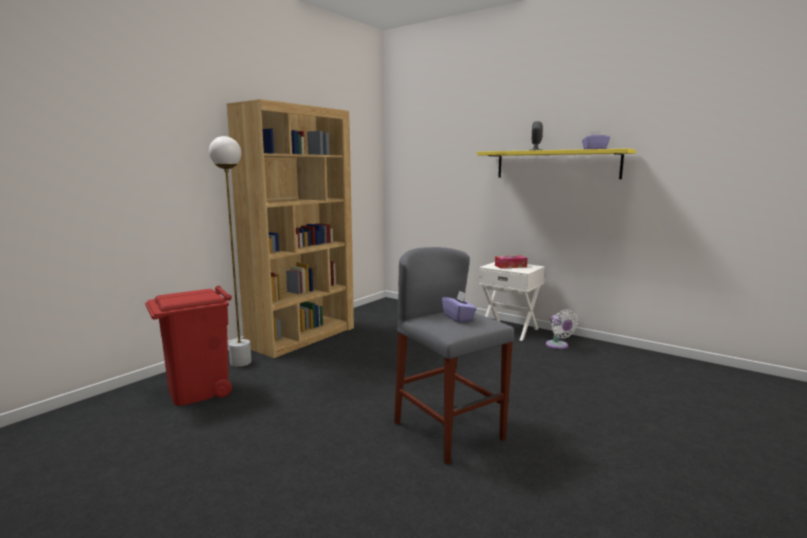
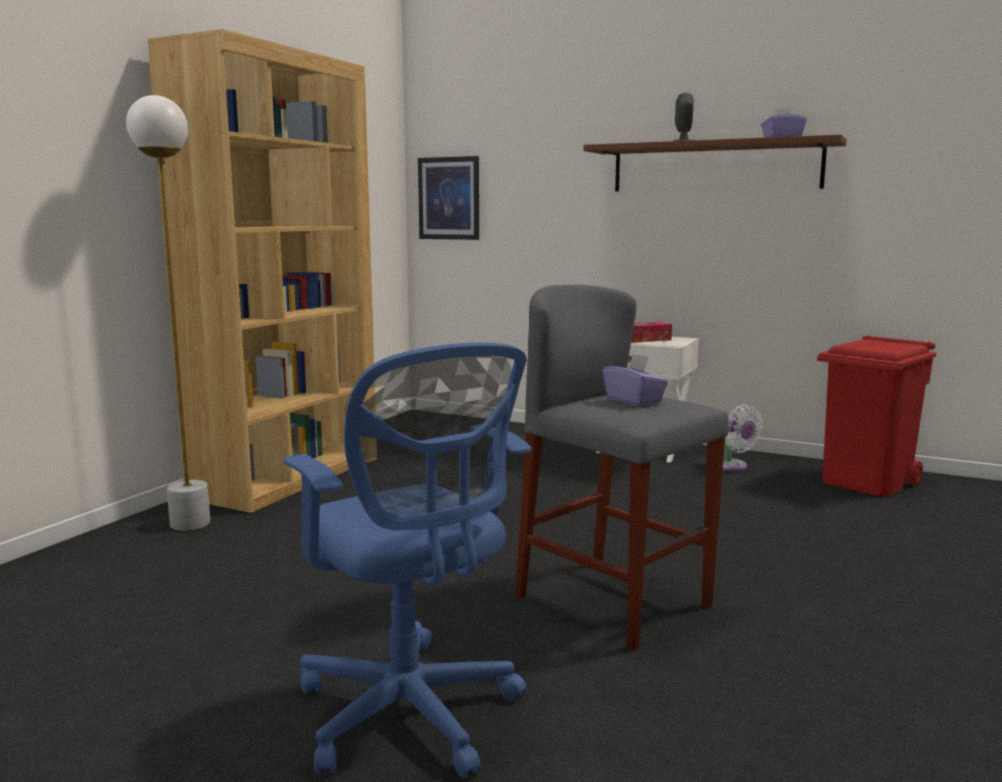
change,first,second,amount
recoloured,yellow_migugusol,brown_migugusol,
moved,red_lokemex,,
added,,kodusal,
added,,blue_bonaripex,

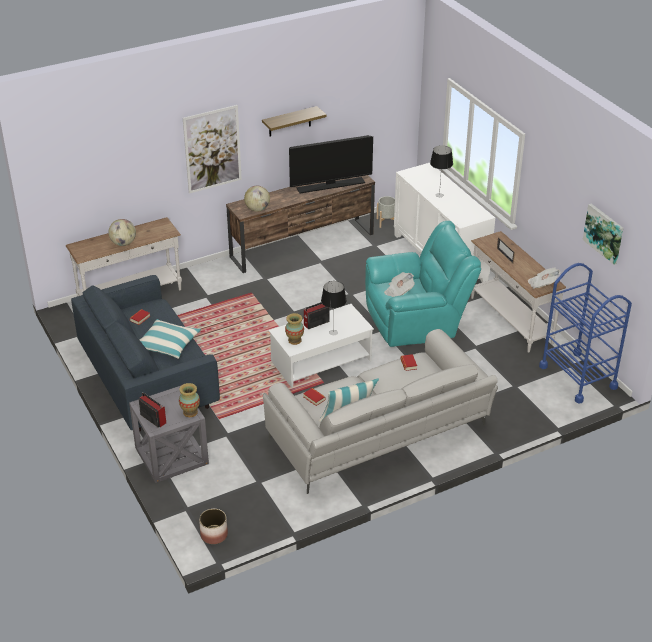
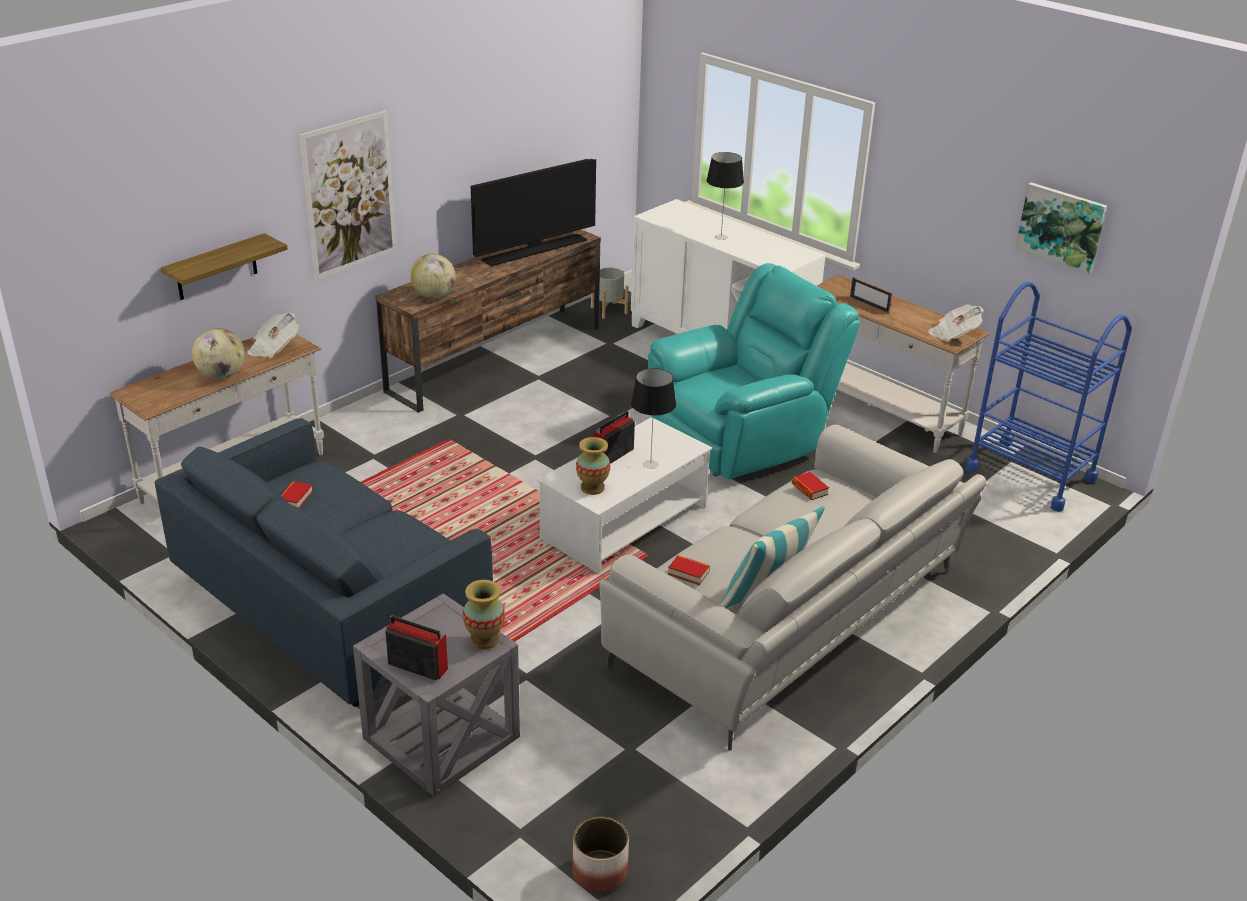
change,first,second,amount
moved,migugusol,,
moved,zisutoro (1st from left),,
removed,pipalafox (1st from left),,

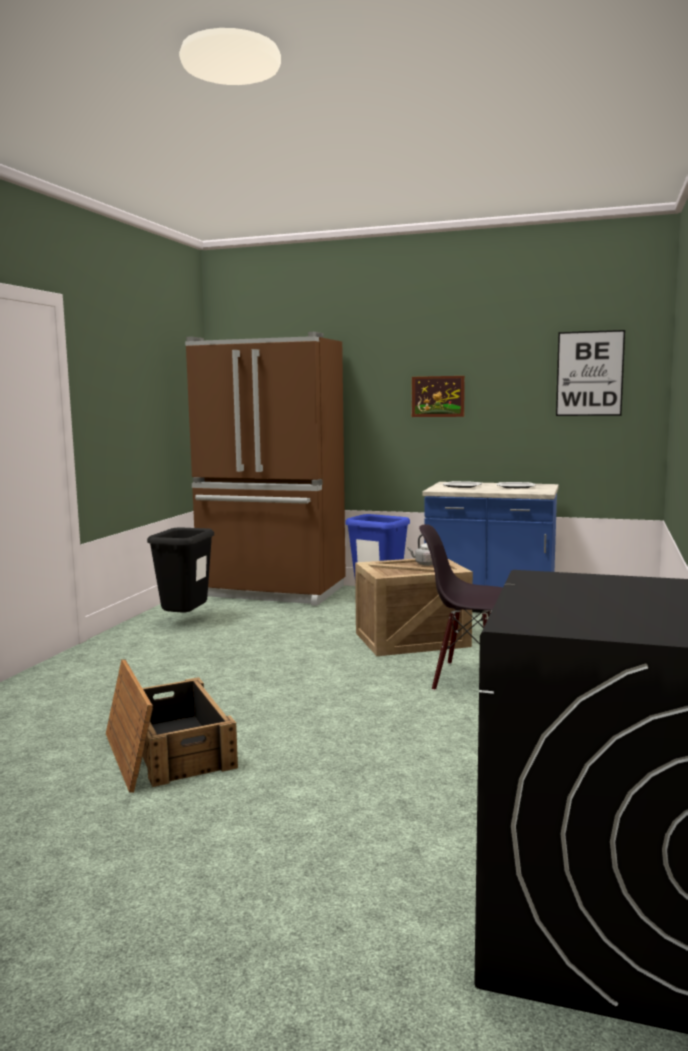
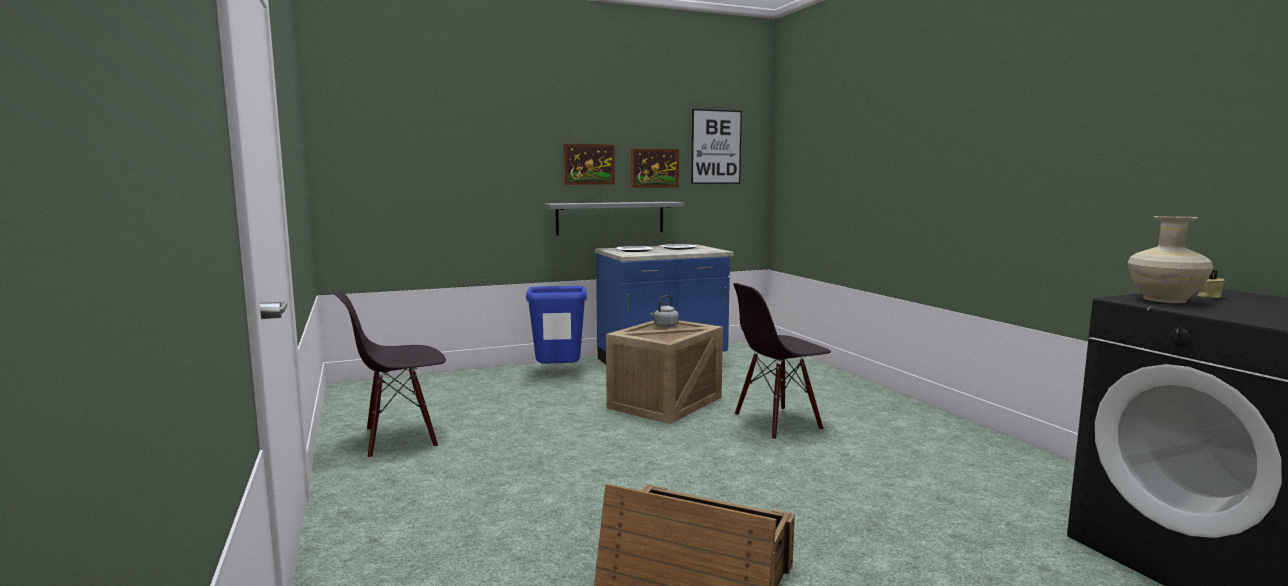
change,first,second,amount
removed,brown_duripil,,
replaced,black_lokemex,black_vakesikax (1st from left),
added,,kodusal (2nd from left),
added,,grey_migugusol,
added,,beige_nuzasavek,
added,,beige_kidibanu,

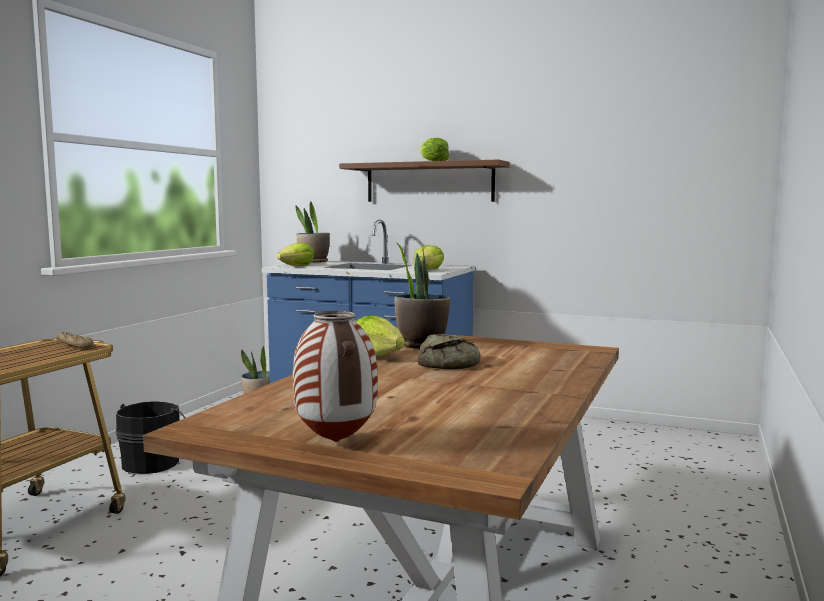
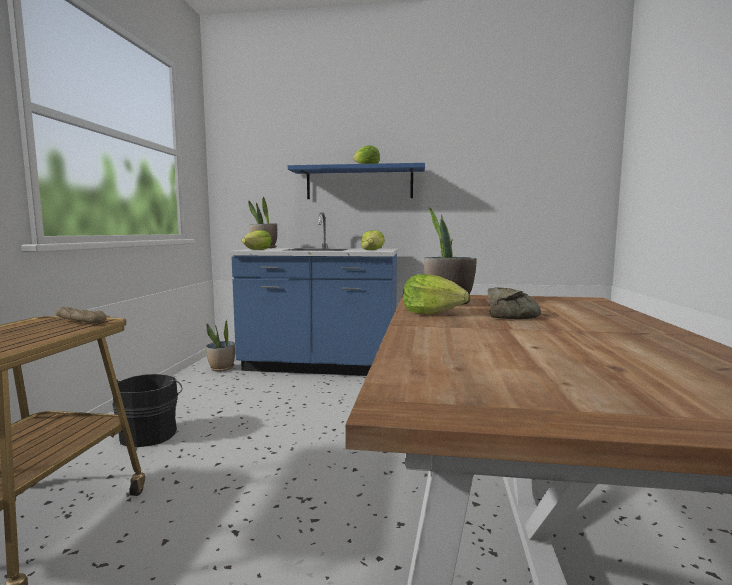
change,first,second,amount
recoloured,brown_migugusol,blue_migugusol,
removed,nuzasavek,,

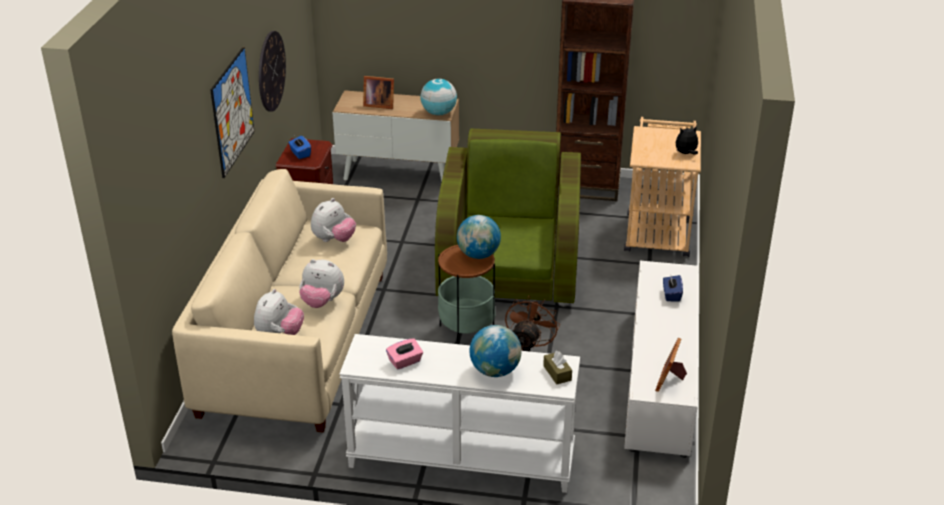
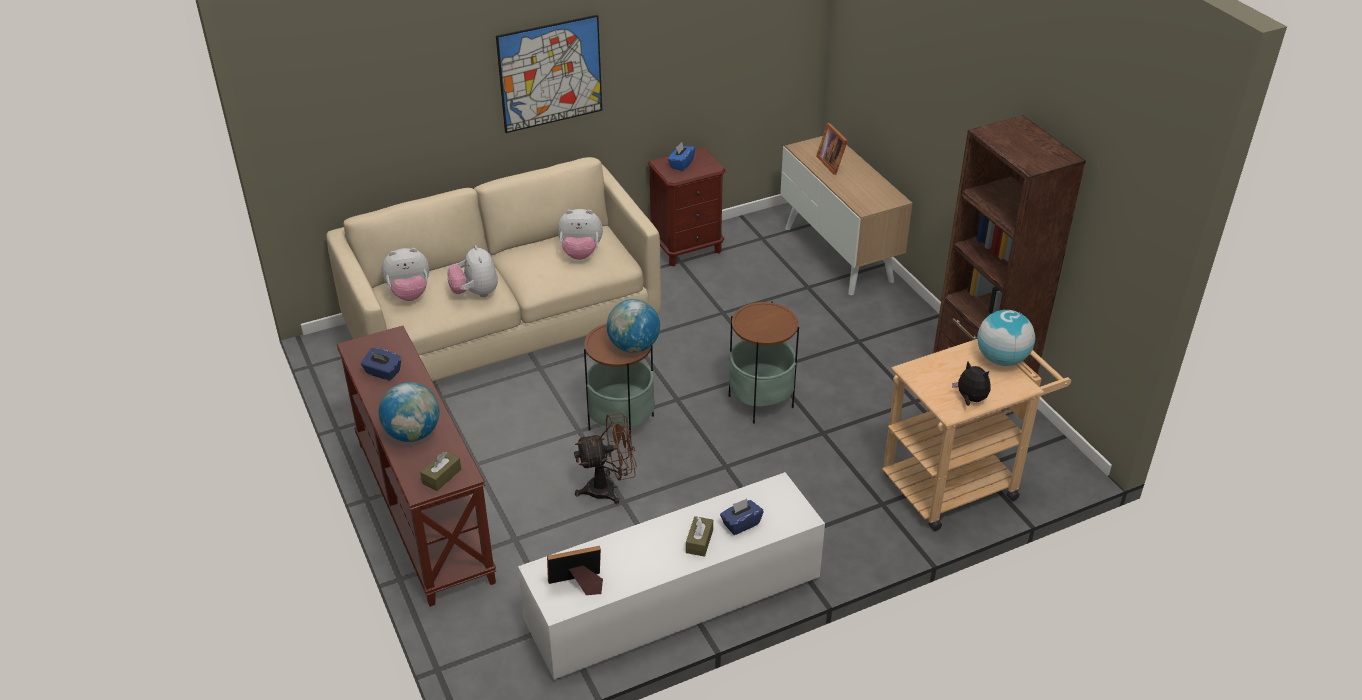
change,first,second,amount
removed,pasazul,,
moved,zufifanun (1st from left in the first image),zufifanun (3rd from left),
replaced,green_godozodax,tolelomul (2nd from left),
recoloured,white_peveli,brown_peveli,
recoloured,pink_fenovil,blue_fenovil (1st from left),
added,,brown_fenovil (2nd from left),

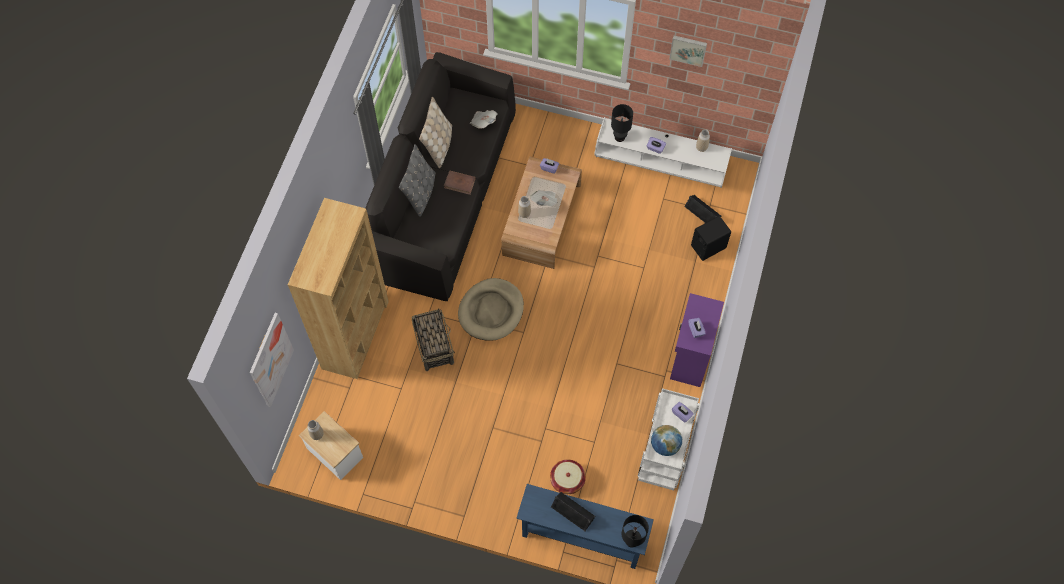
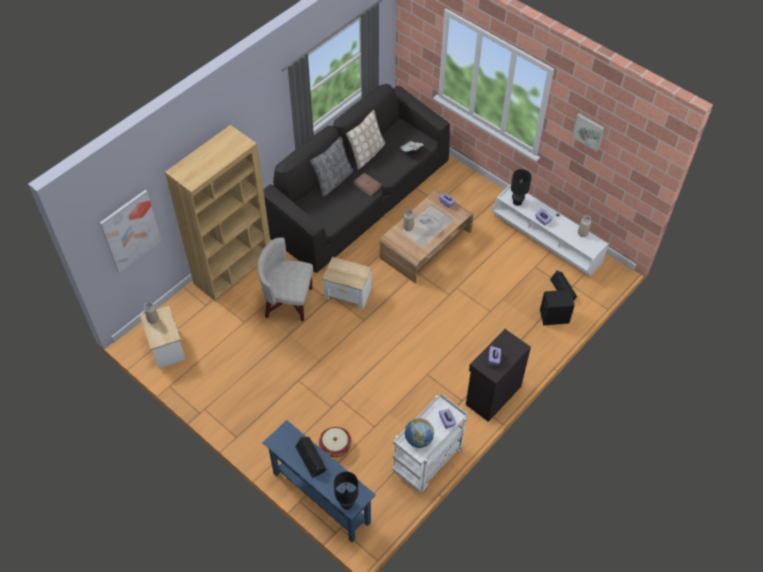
change,first,second,amount
replaced,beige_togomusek,tolelomul (2nd from left),
recoloured,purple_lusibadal,black_lusibadal,
replaced,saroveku (1st from left),white_godozodax,

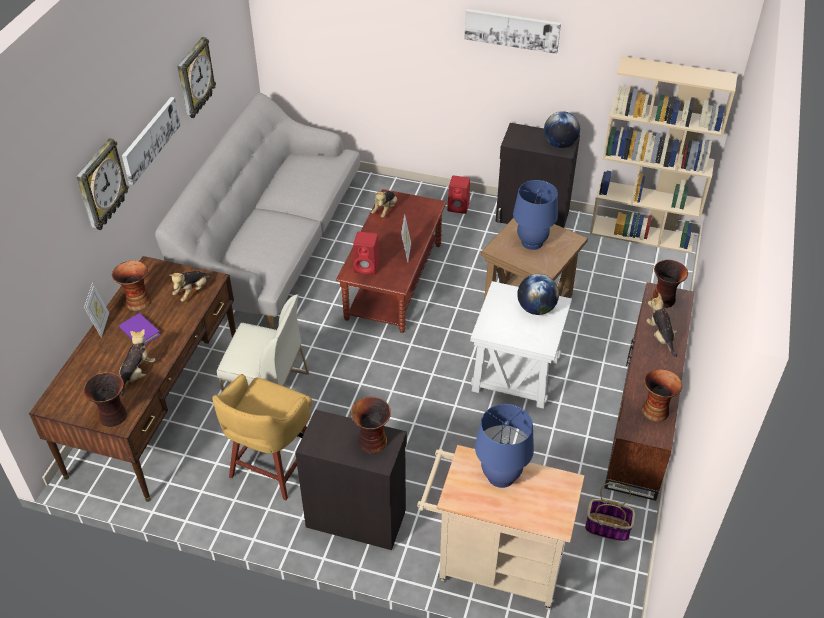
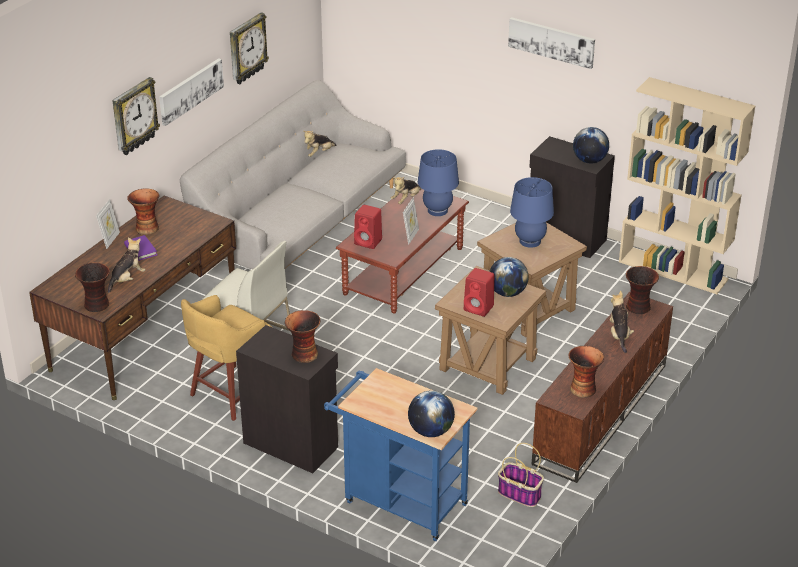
change,first,second,amount
moved,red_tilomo (2nd from left),,
moved,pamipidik (2nd from left),,
recoloured,white_tolelomul,brown_tolelomul (1st from left),
moved,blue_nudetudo (1st from left),,
recoloured,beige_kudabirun,blue_kudabirun,
added,,zufifanun (1st from left),

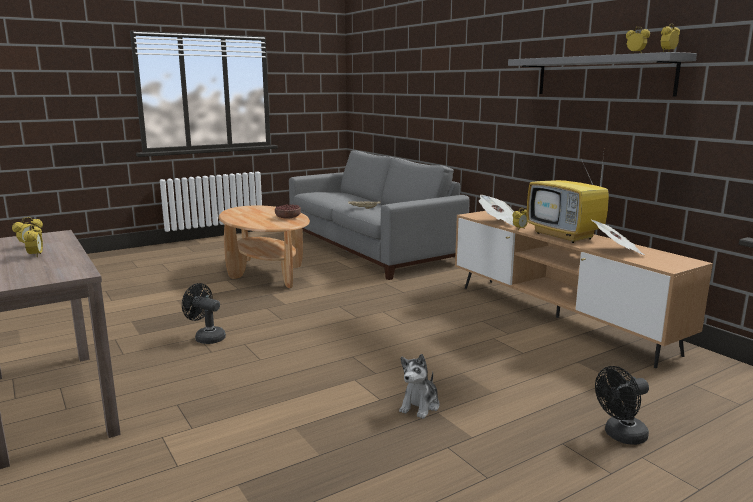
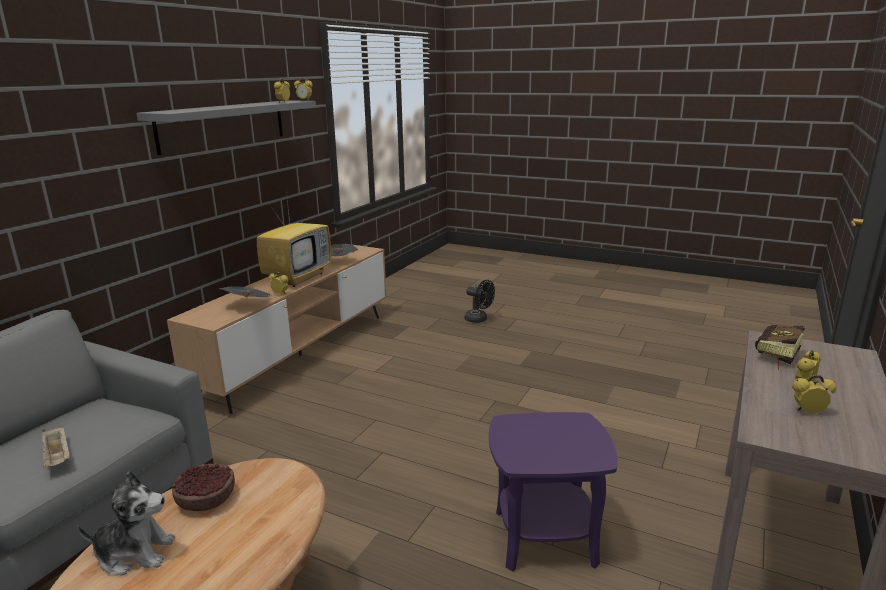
change,first,second,amount
replaced,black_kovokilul (1st from left),purple_tolelomul,
moved,pamipidik,,
added,,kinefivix,

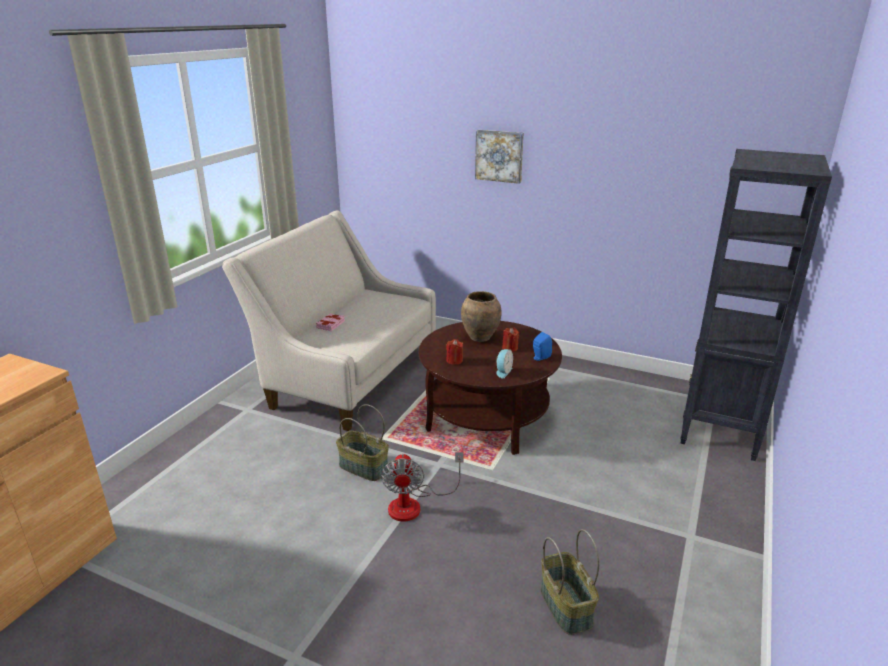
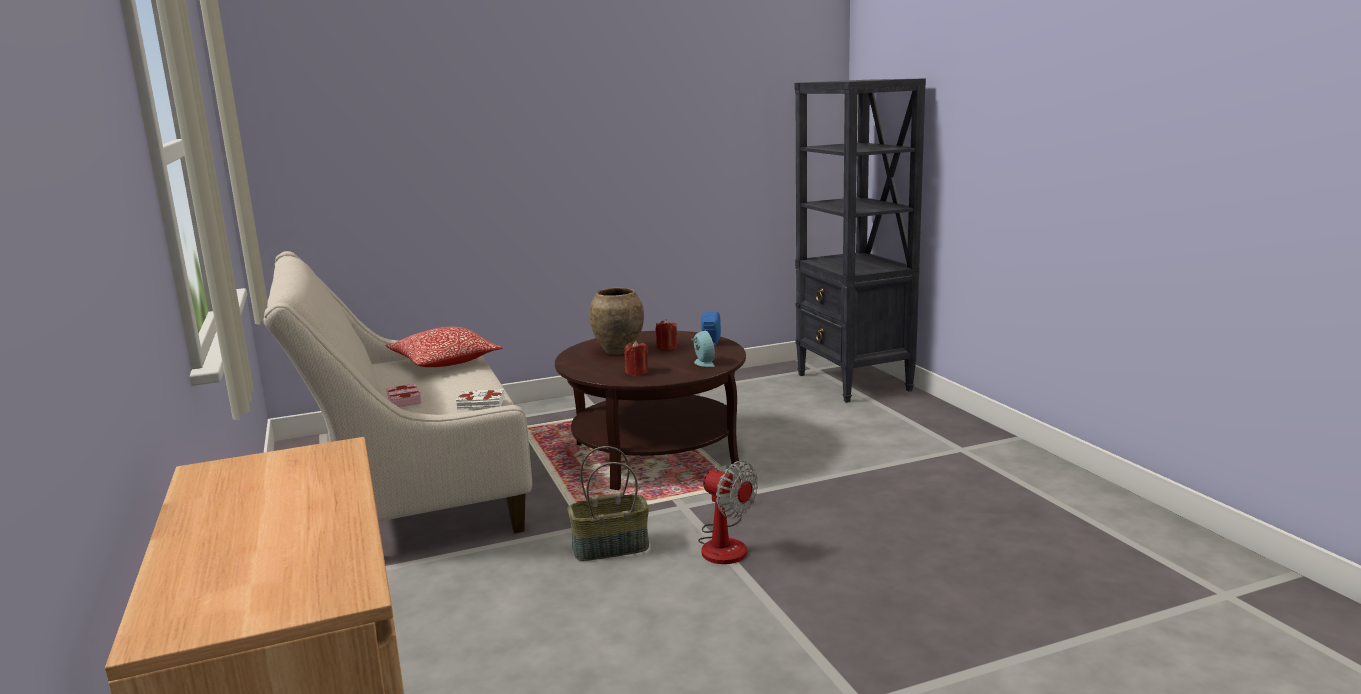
change,first,second,amount
removed,kodusal,,
removed,saroveku (2nd from left),,
added,,pipalafox,
added,,white_kinefivix,

